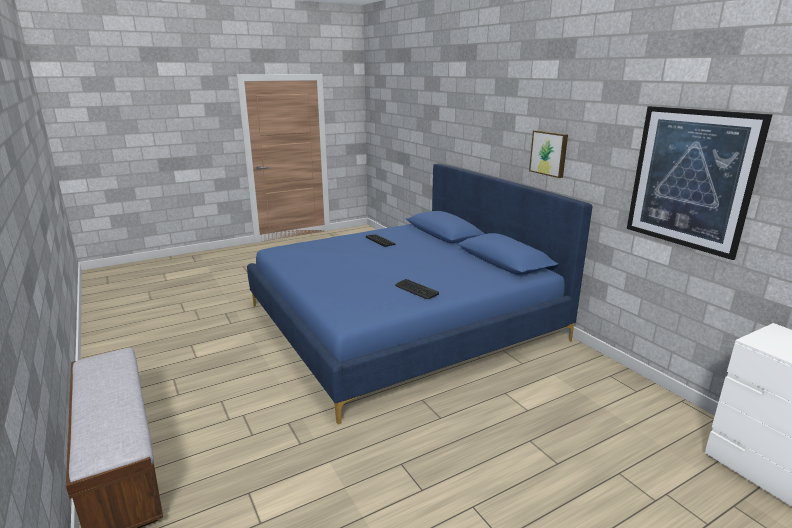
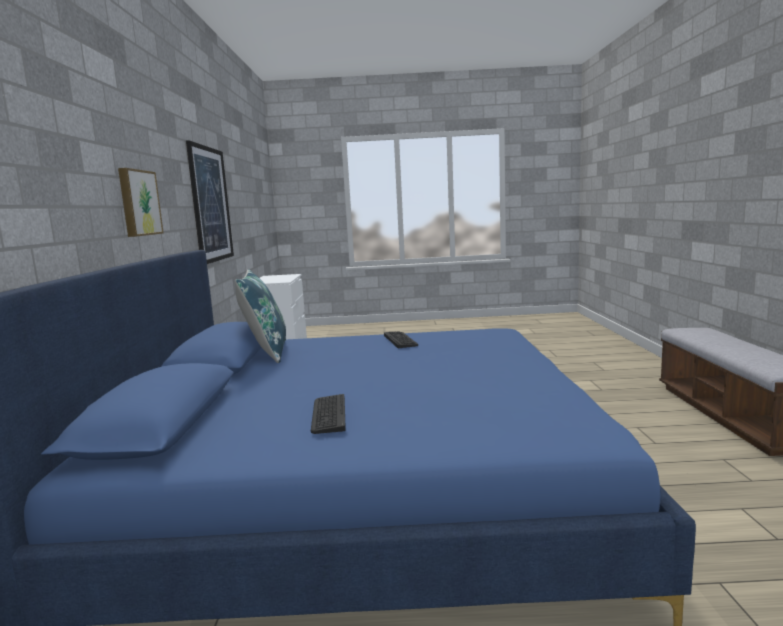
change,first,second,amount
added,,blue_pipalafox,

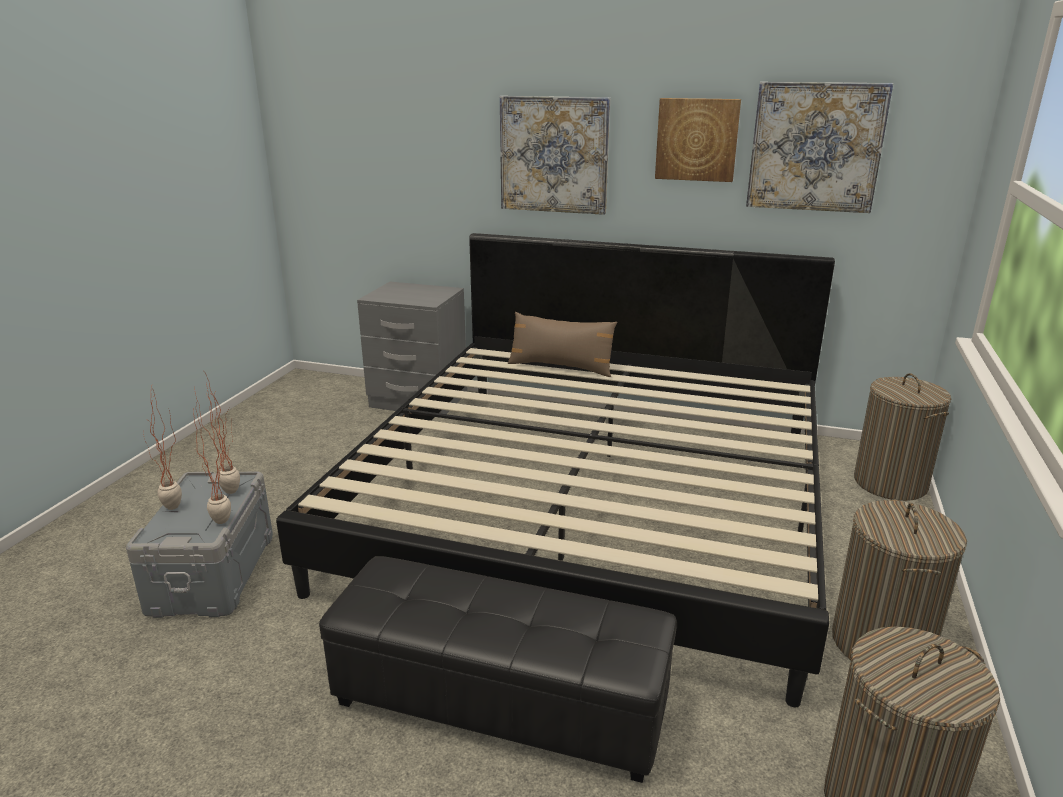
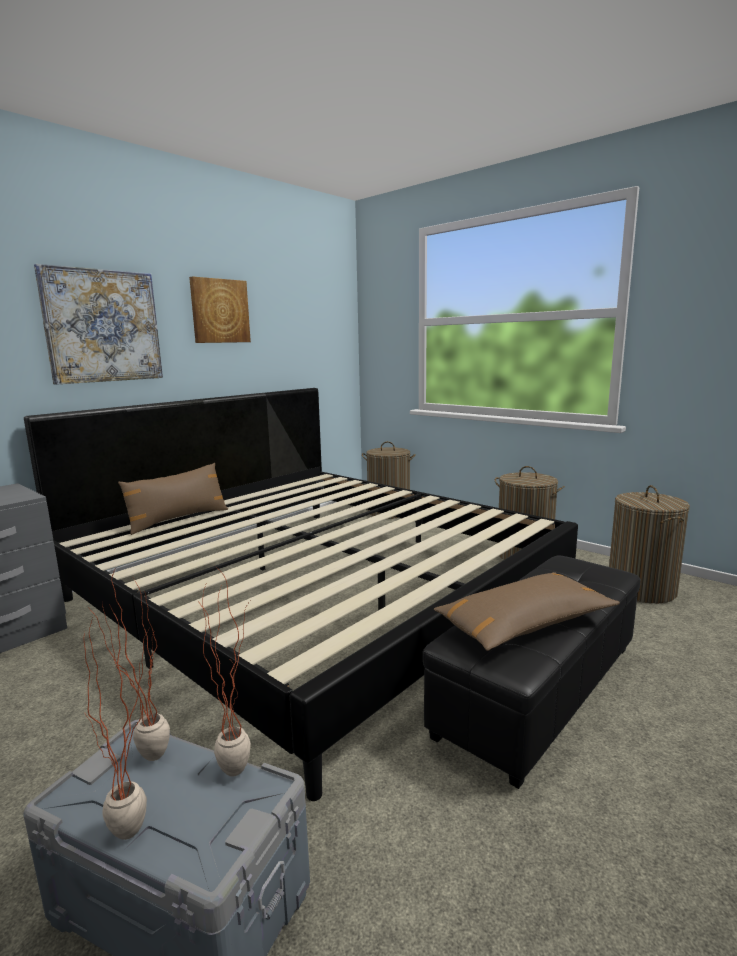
change,first,second,amount
removed,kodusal (3rd from left),,
added,,brown_pipalafox (2nd from left),

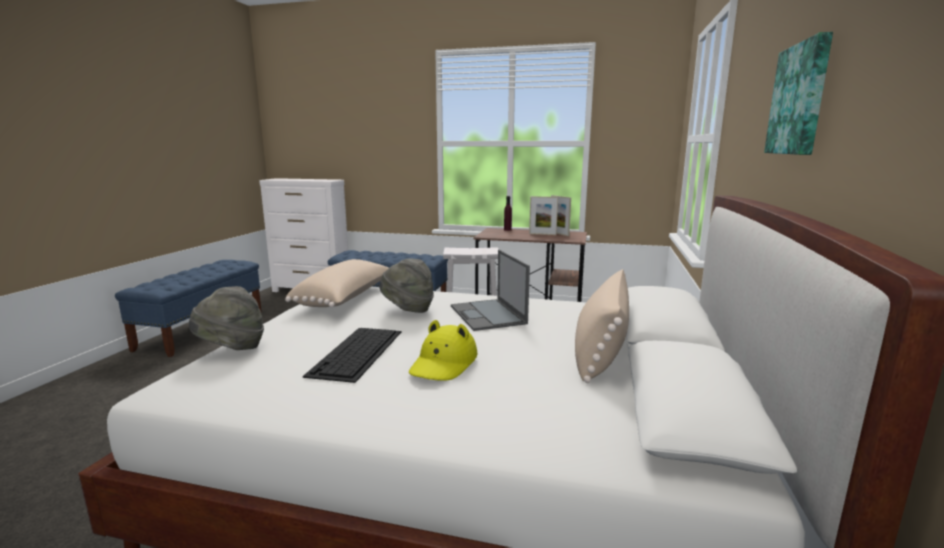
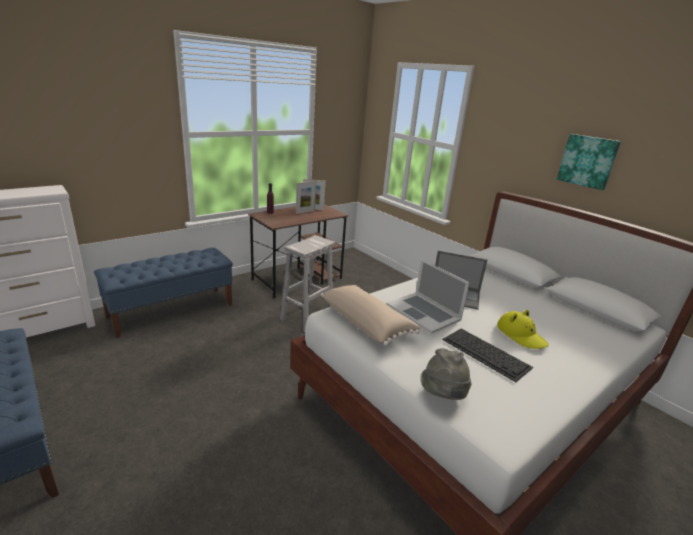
change,first,second,amount
replaced,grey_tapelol (2nd from left),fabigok (1st from left),
removed,beige_pipalafox (2nd from left),,

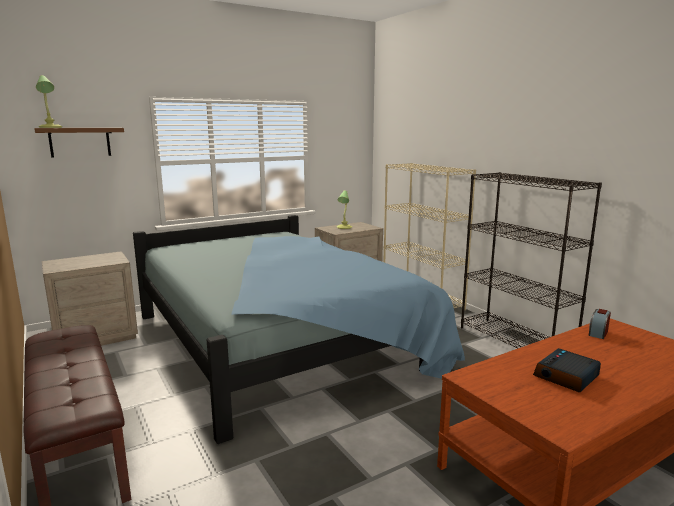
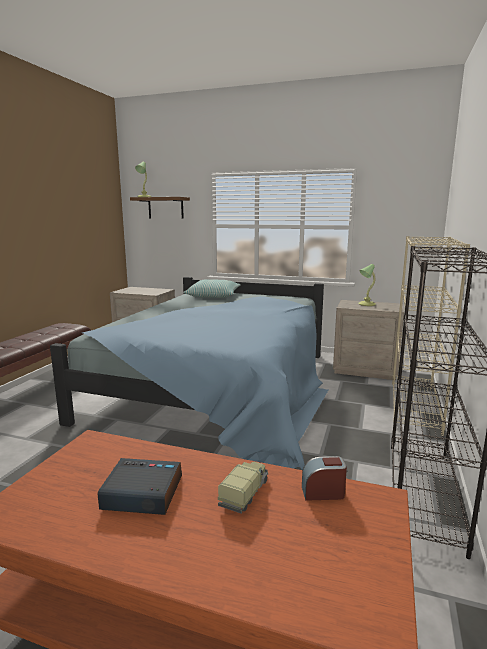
change,first,second,amount
added,,pipalafox,
added,,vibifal,

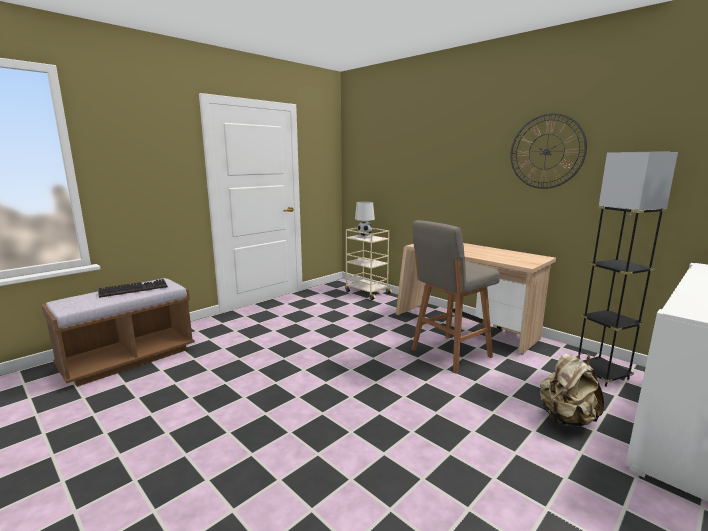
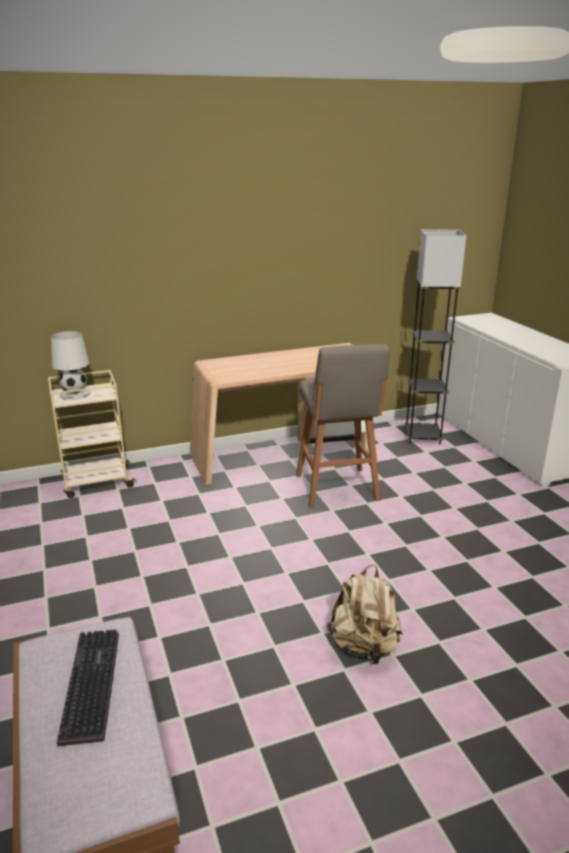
change,first,second,amount
removed,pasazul,,
moved,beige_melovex,,

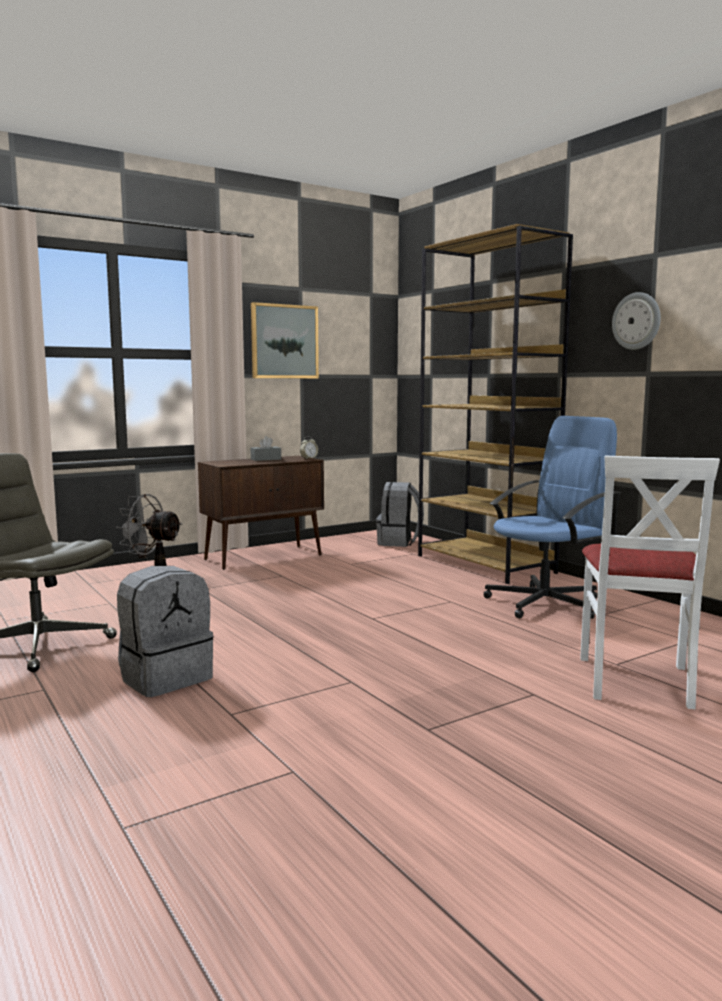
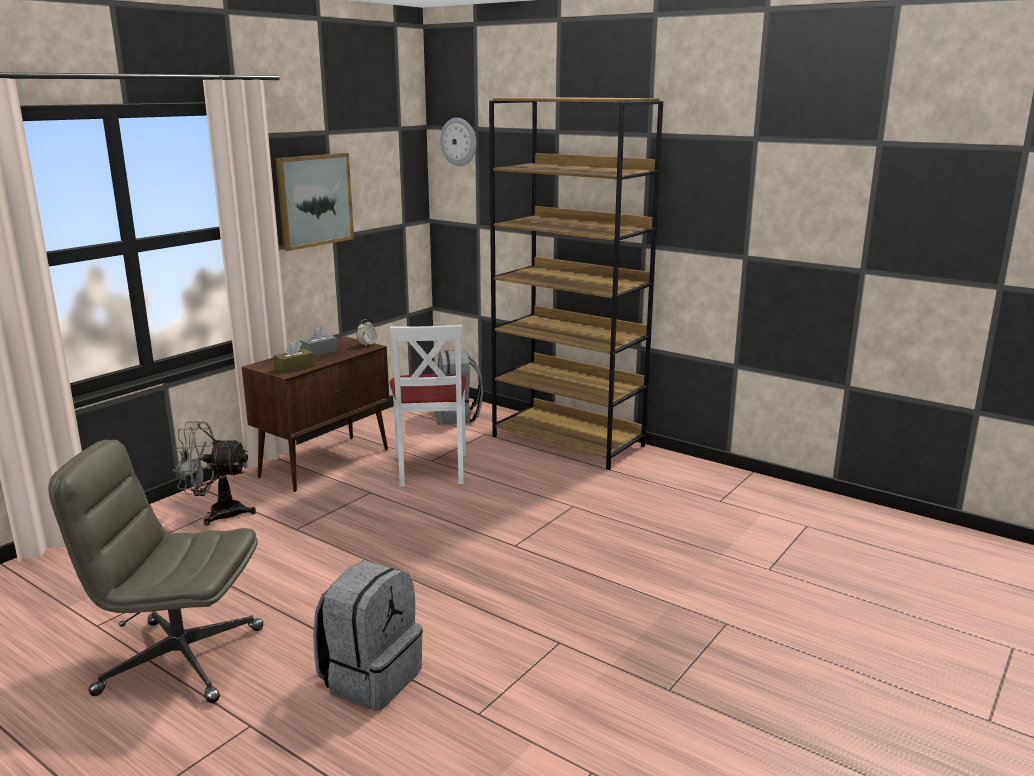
change,first,second,amount
moved,pasazul,,
removed,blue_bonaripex,,
moved,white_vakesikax,,
added,,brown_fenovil,

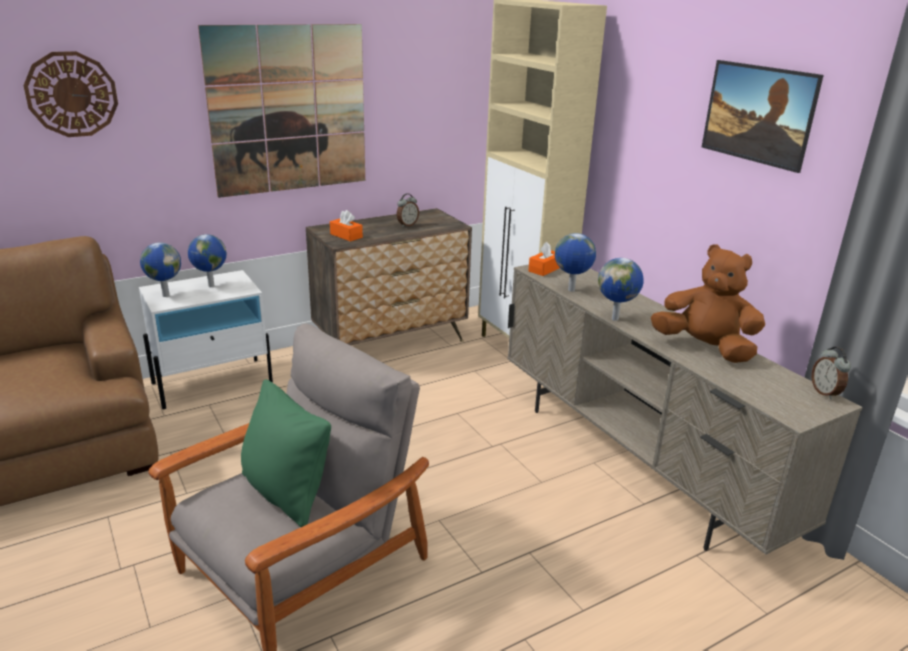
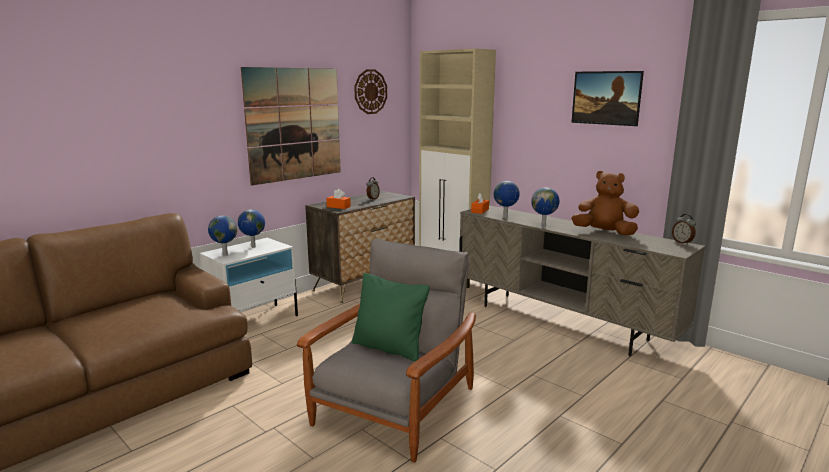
change,first,second,amount
moved,pasazul,,

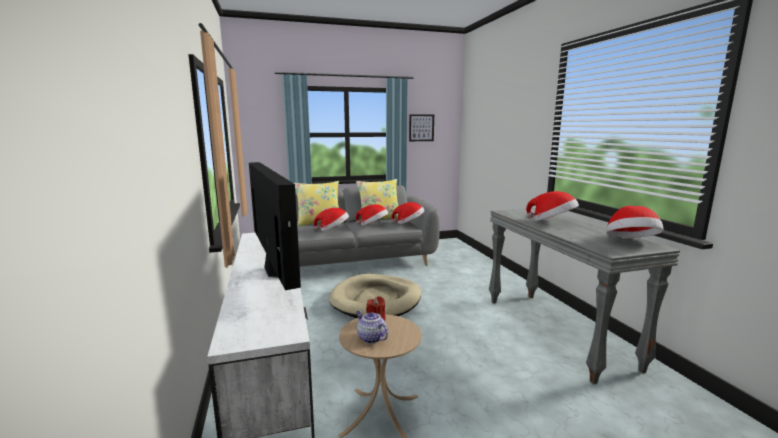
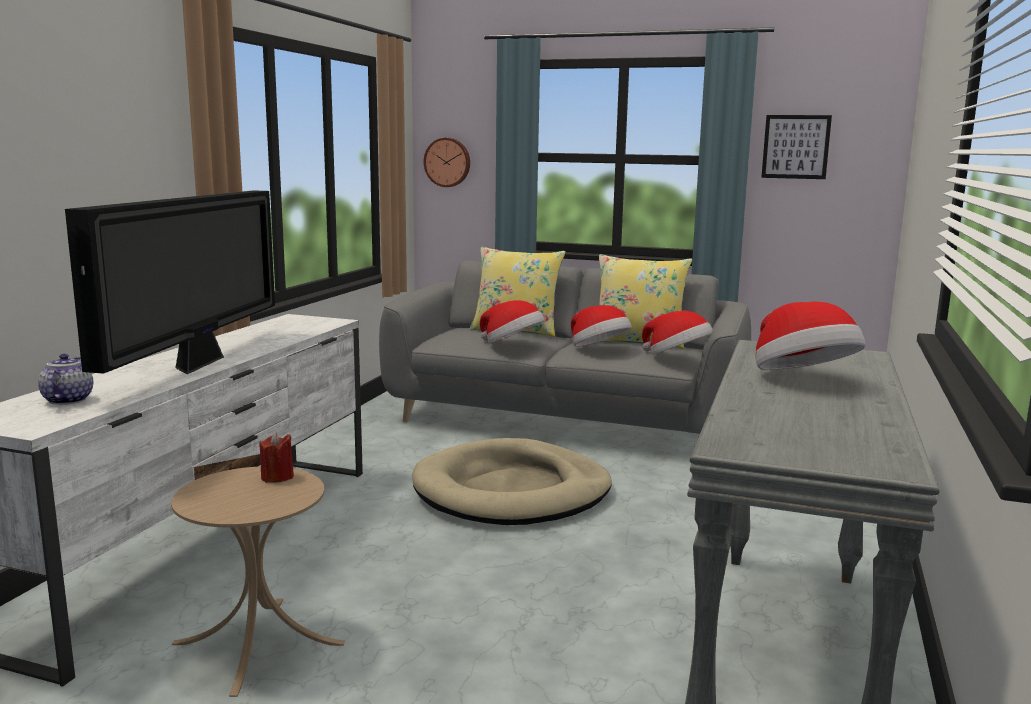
change,first,second,amount
removed,tapelol (5th from left),,
moved,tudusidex,,
added,,pasazul,

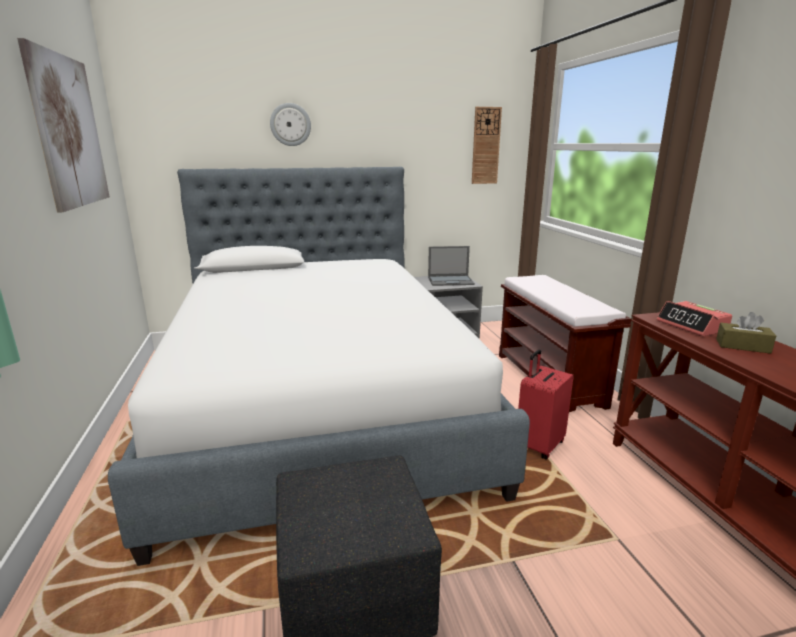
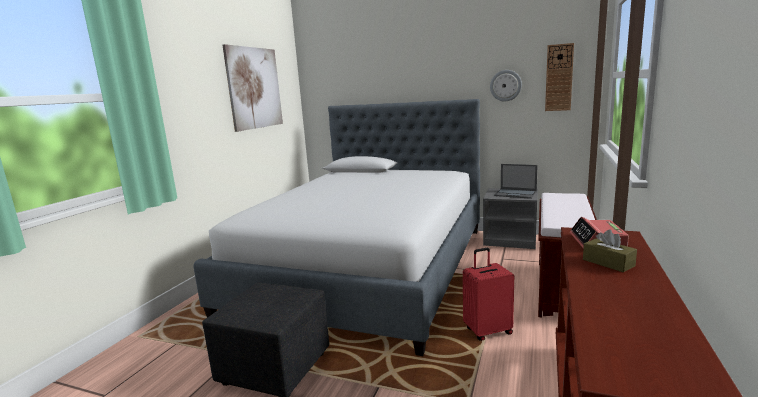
change,first,second,amount
moved,pasazul (1st from left),,

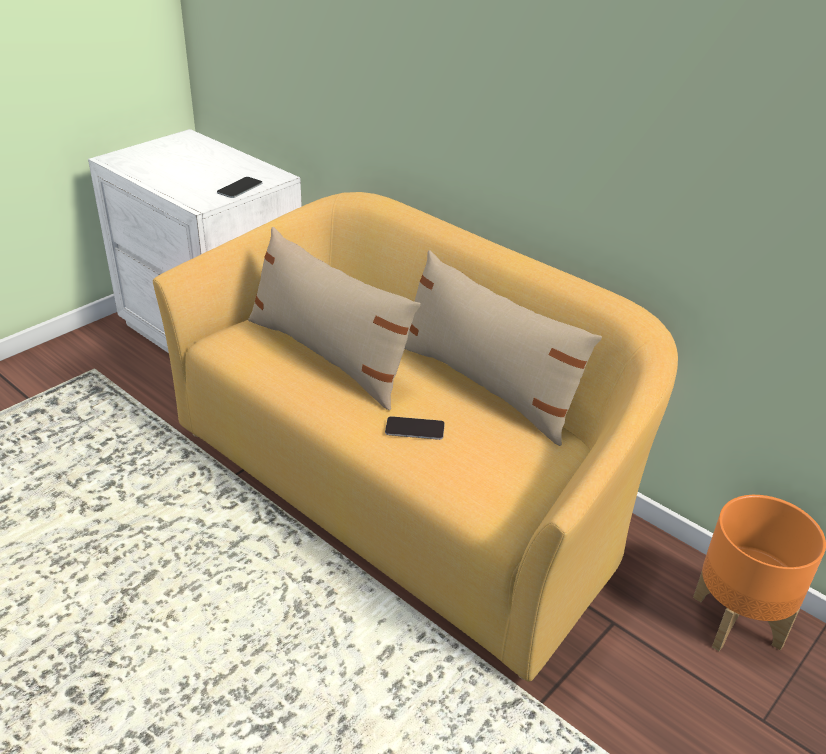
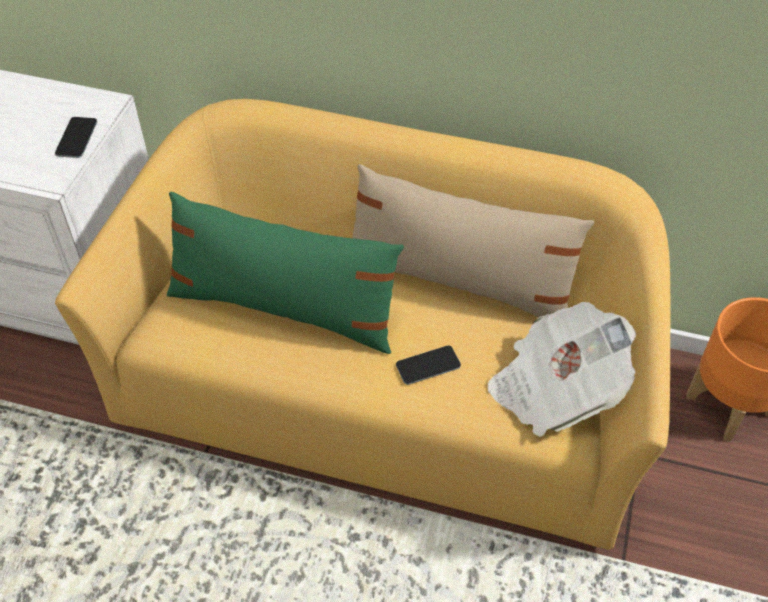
change,first,second,amount
recoloured,beige_pipalafox (1st from left),green_pipalafox,
added,,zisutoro,

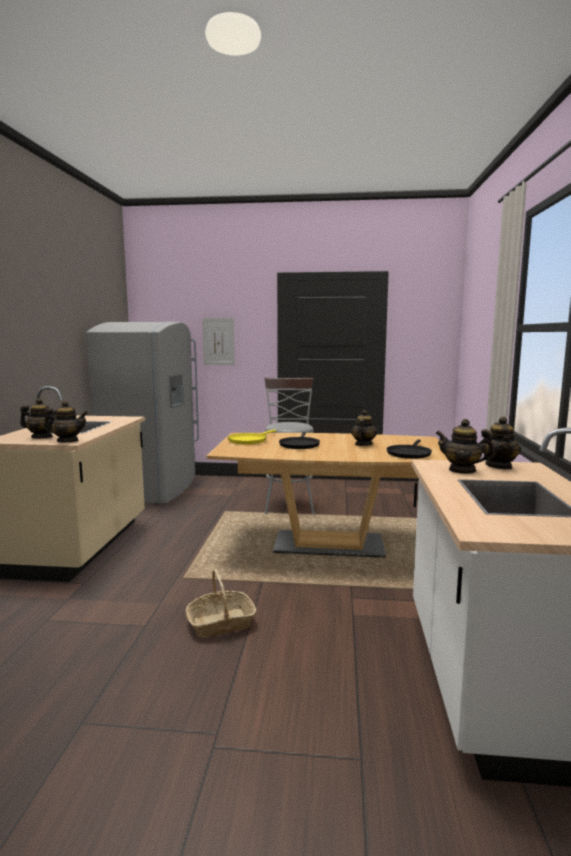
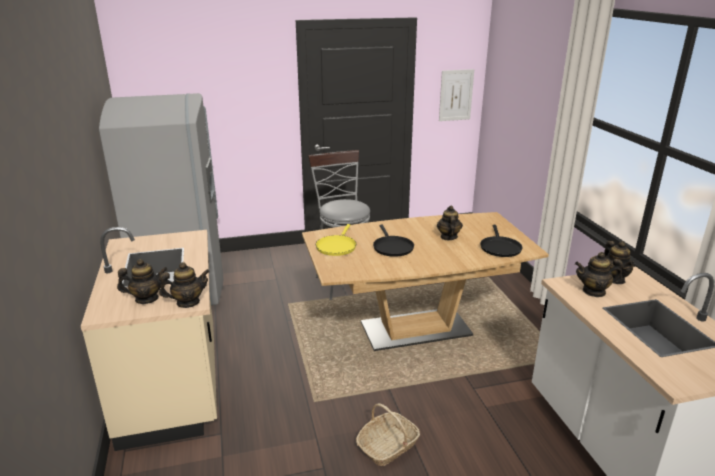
change,first,second,amount
moved,kodusal,,

